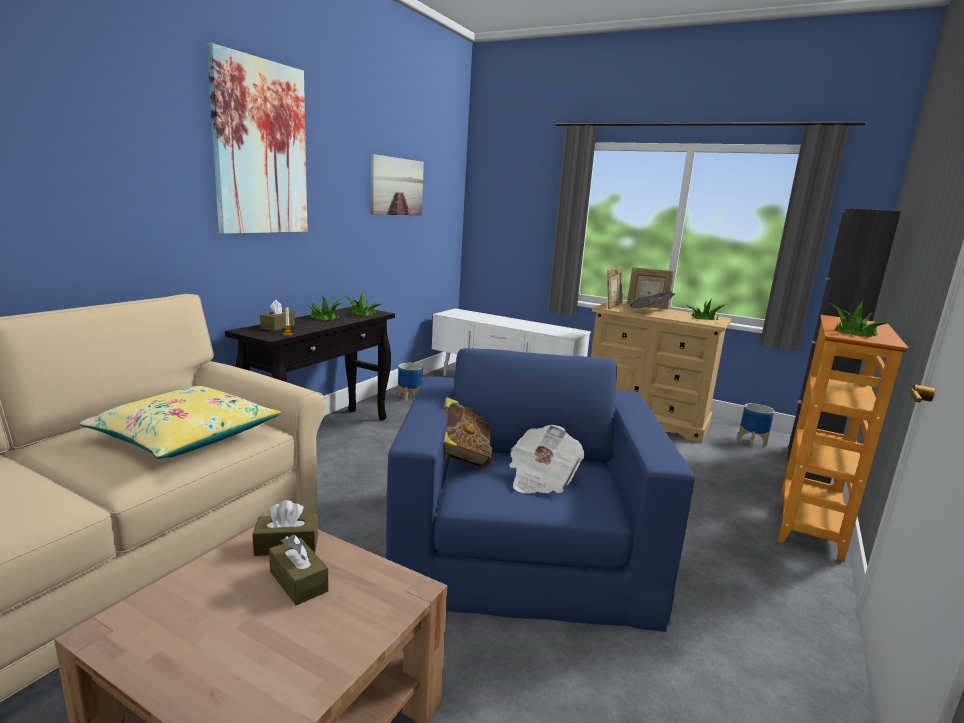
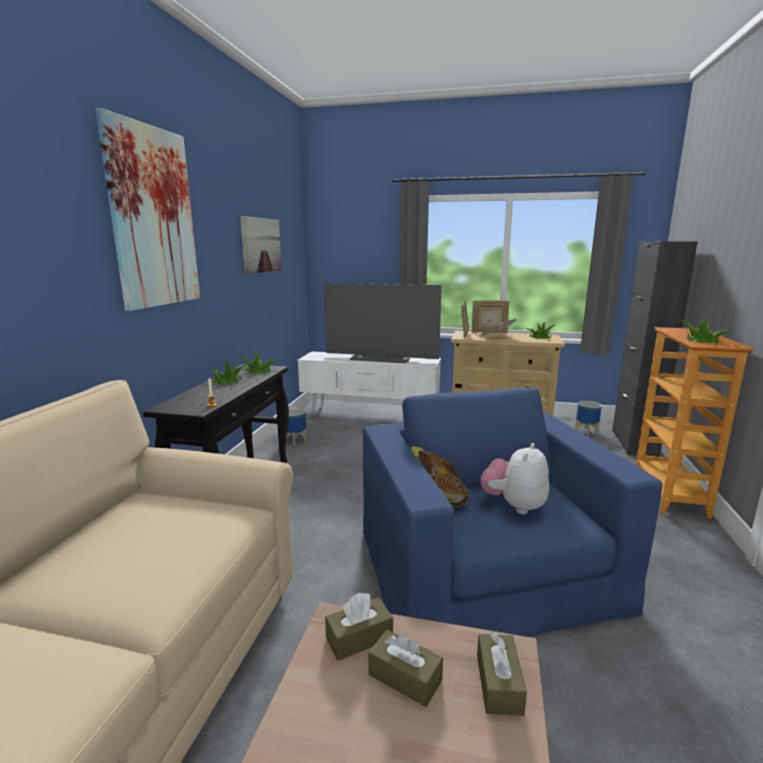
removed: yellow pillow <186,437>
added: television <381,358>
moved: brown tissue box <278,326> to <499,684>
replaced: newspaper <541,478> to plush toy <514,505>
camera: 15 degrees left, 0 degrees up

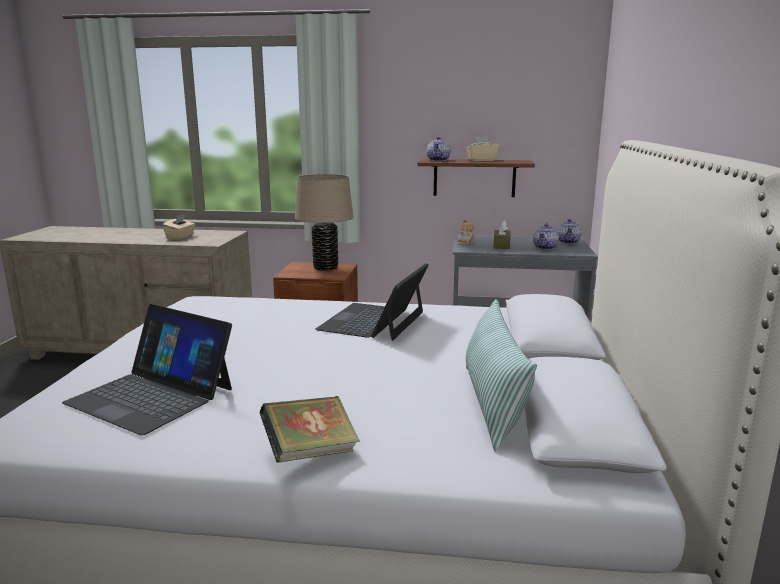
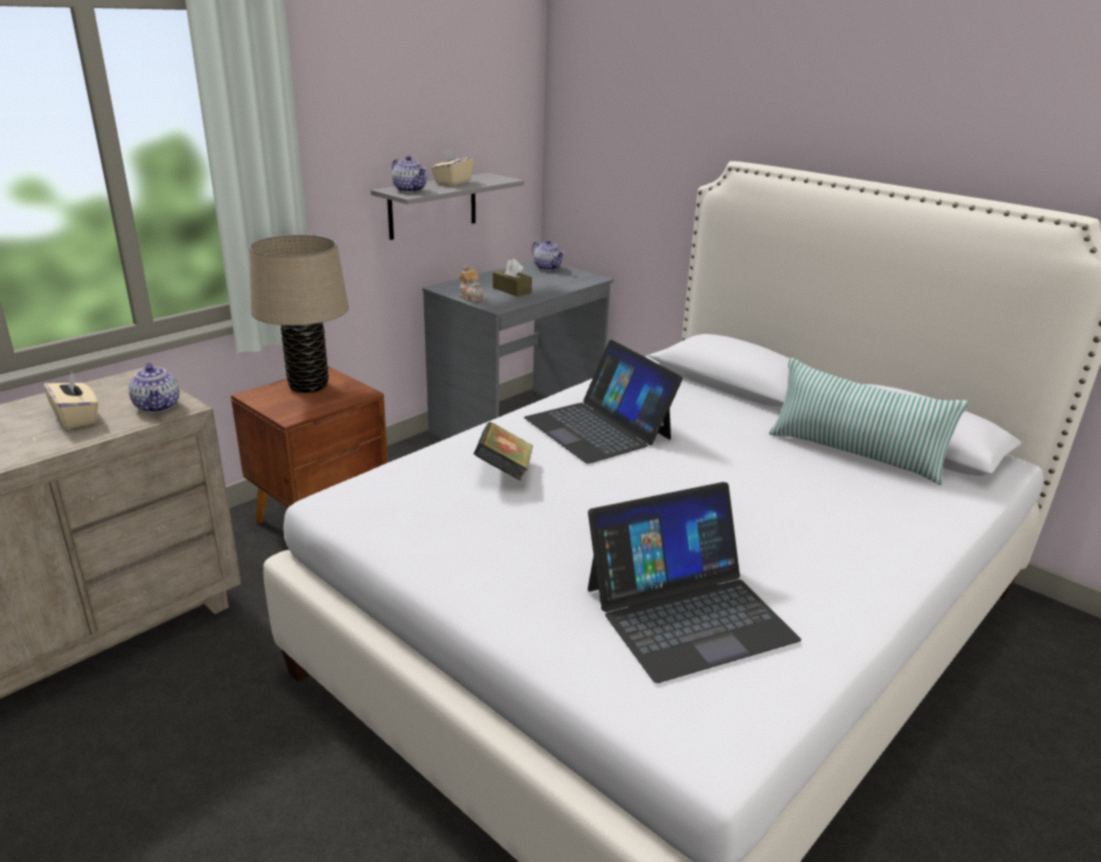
moved: teapot <545,248> to <158,406>; book <310,452> to <504,472>
recoloured: brown shelf <474,178> to grey shelf <433,206>
camera: 55 degrees left, 10 degrees up

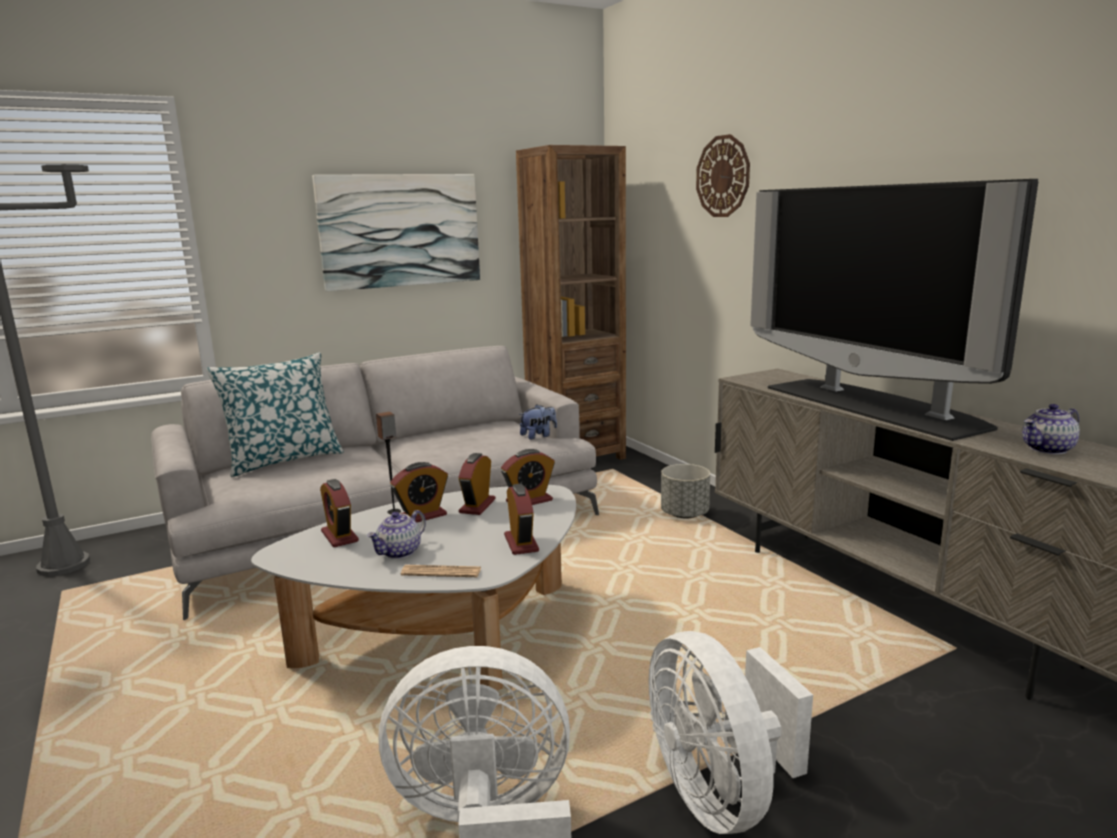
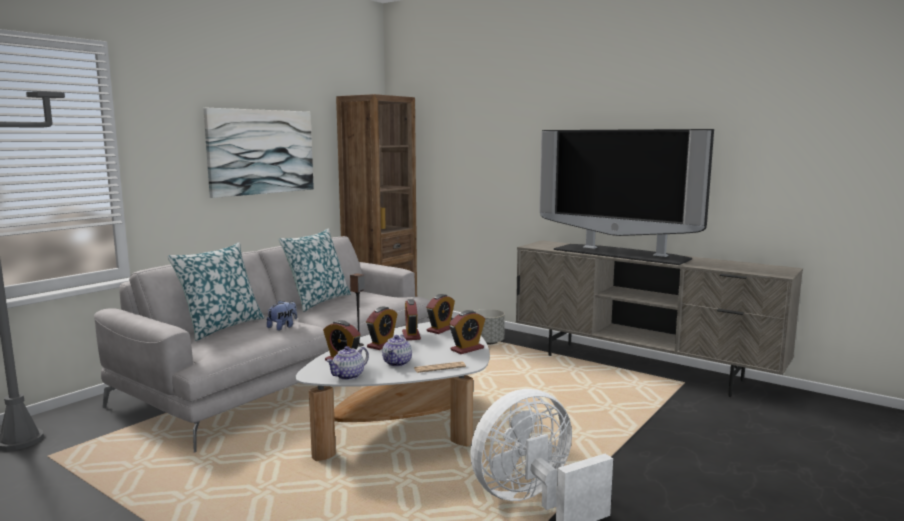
removed: wall clock <723,176>; white fan <719,794>
added: pillow <318,301>
moved: plush toy <538,436> to <283,327>; teapot <1048,449> to <348,376>
turned: alarm clock <521,543> = <467,349> 90 degrees clockwise
camera: 25 degrees left, 5 degrees down

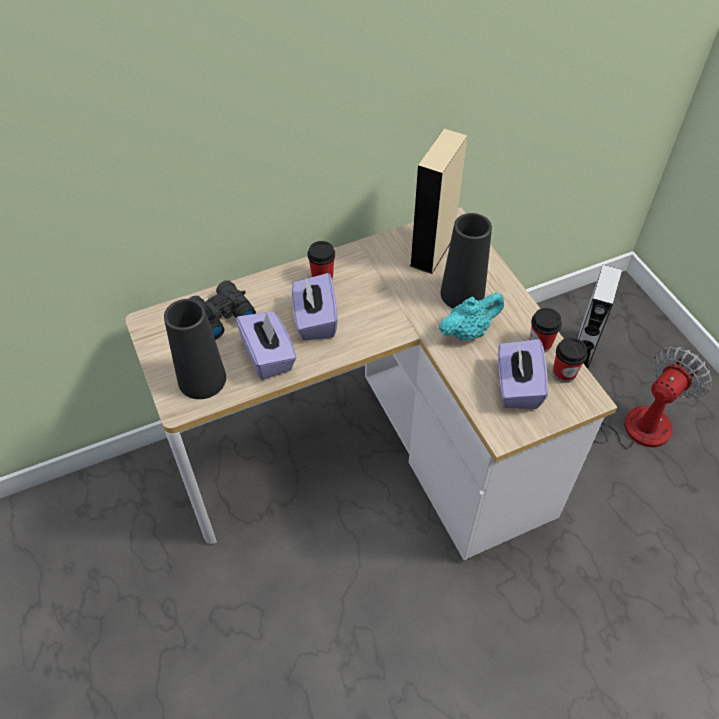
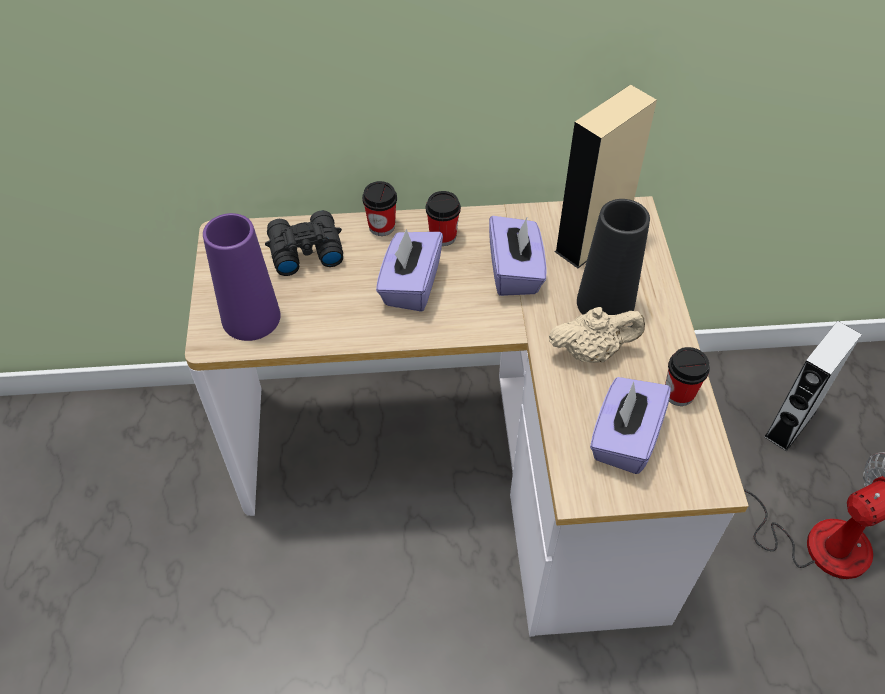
moved: purple tissue box <268,356> to <515,272>; cup <564,373> to <381,226>
recoloured: turquoise teapot <468,332> to beige teapot <591,351>; black vase <202,379> to purple vase <251,317>
camera: 20 degrees right, 0 degrees up

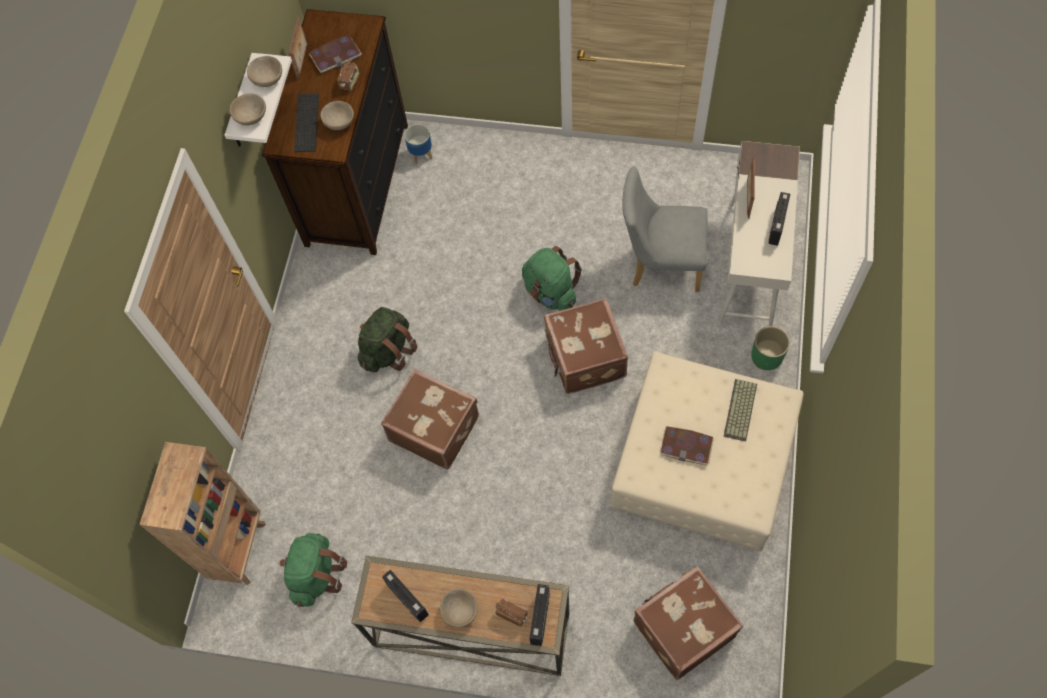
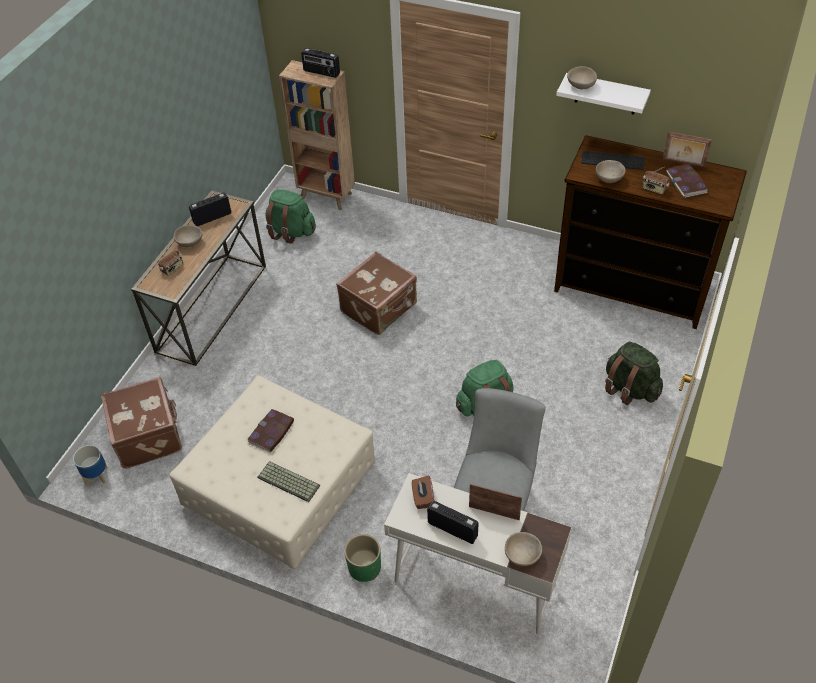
removed: brown suitcase <584,358>
added: brown tissue box <422,498>
moved: beige bowl <268,79> to <522,555>; planter <421,154> to <97,476>; green backpack <388,351> to <630,388>; radio <540,618> to <321,72>
camera: 100 degrees right, 15 degrees down

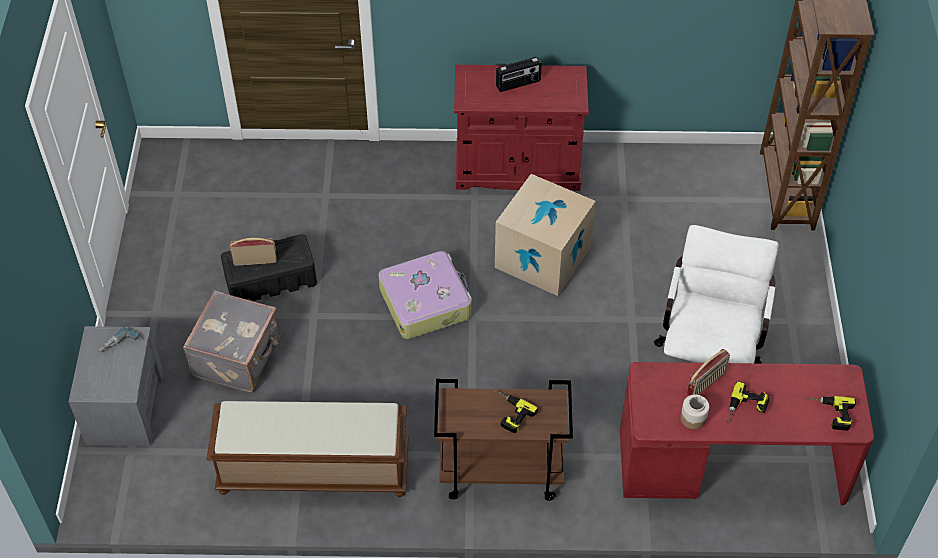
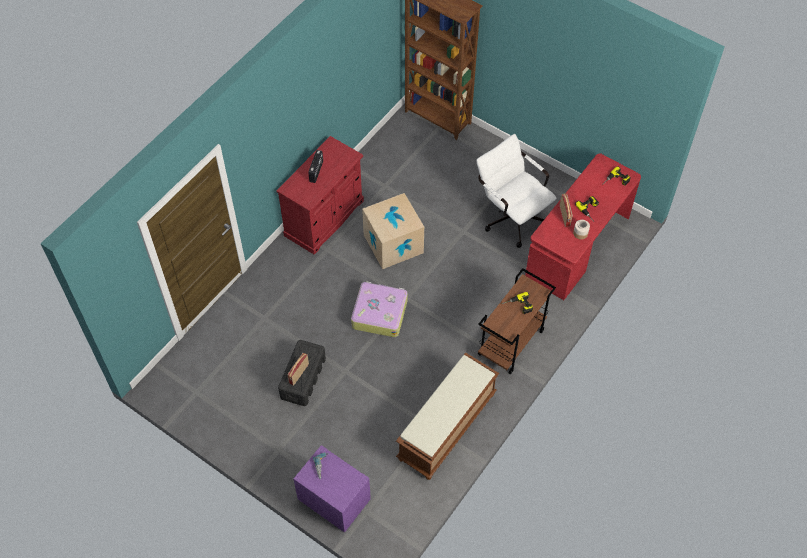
removed: grey suitcase <238,357>
recoloured: grey nightstand <125,407> to purple nightstand <333,498>
camera: 55 degrees left, 5 degrees up

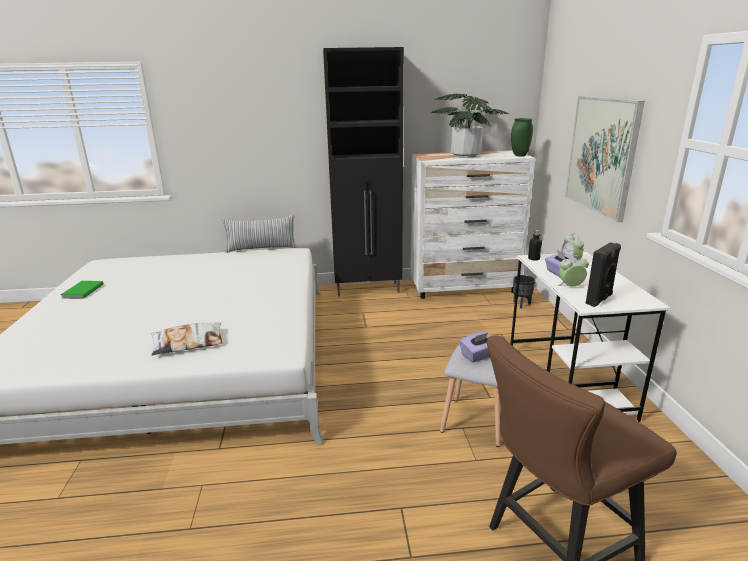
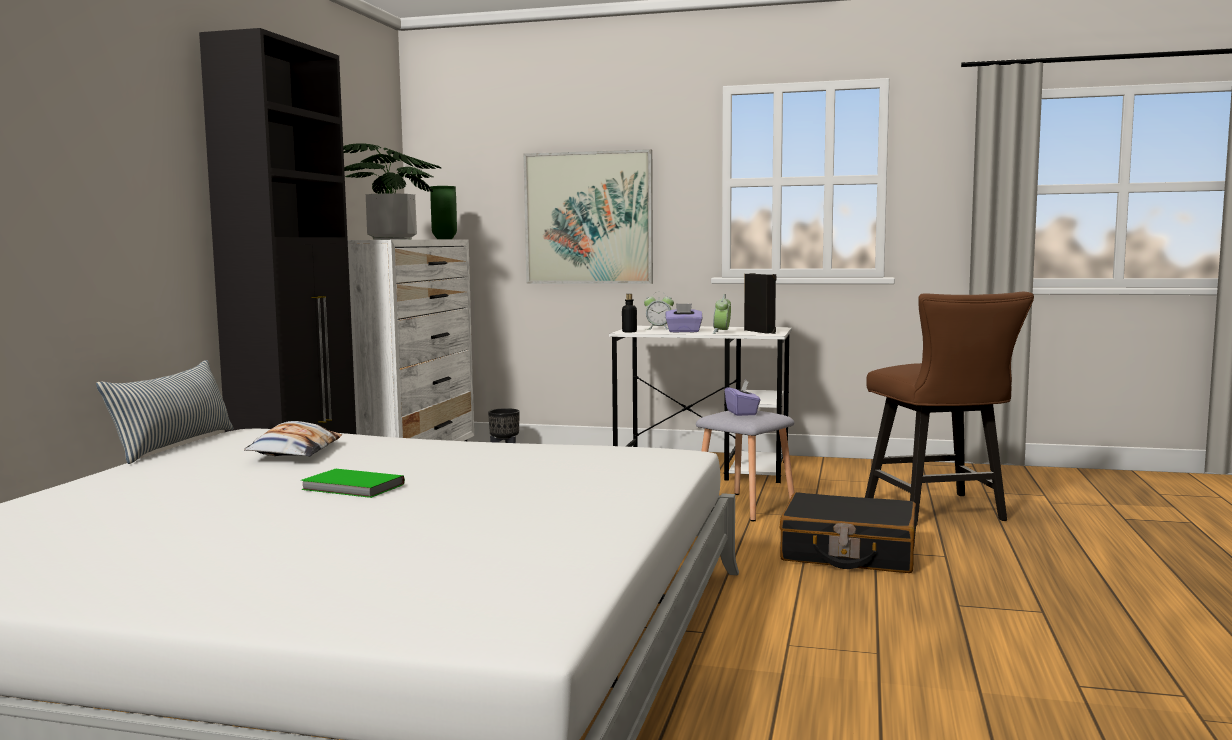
added: black suitcase <848,553>
moved: green book <82,291> to <352,487>; pillow <188,343> to <295,452>
camera: 70 degrees left, 15 degrees down

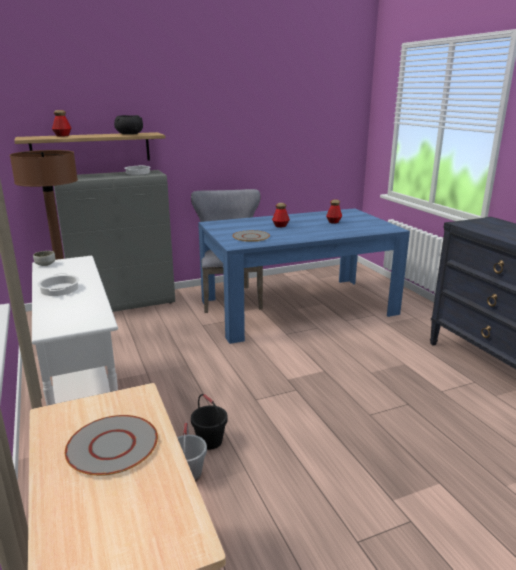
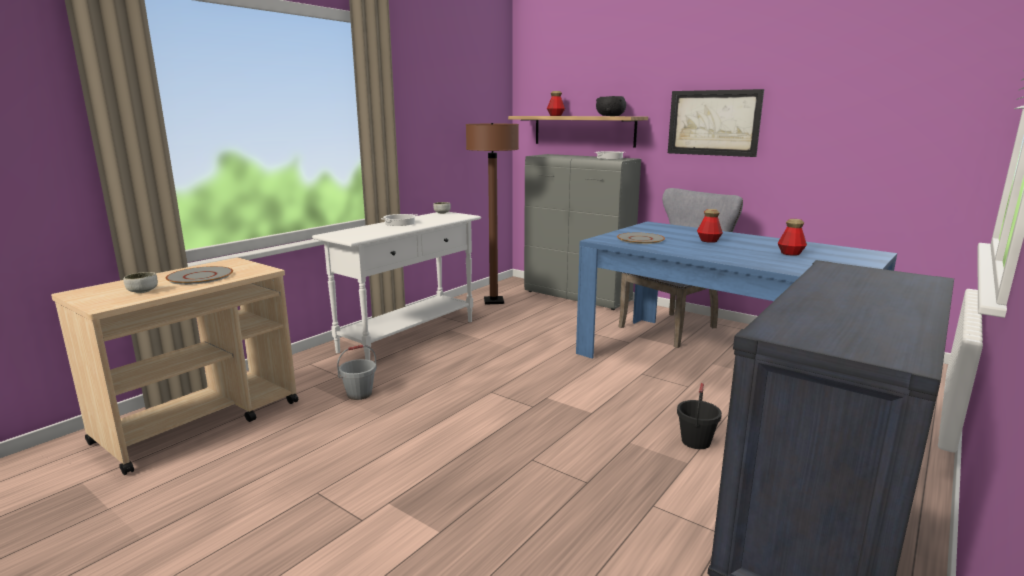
added: picture <713,123>; bowl <142,291>
moved: black bucket <210,441> to <696,442>
camera: 60 degrees right, 5 degrees down

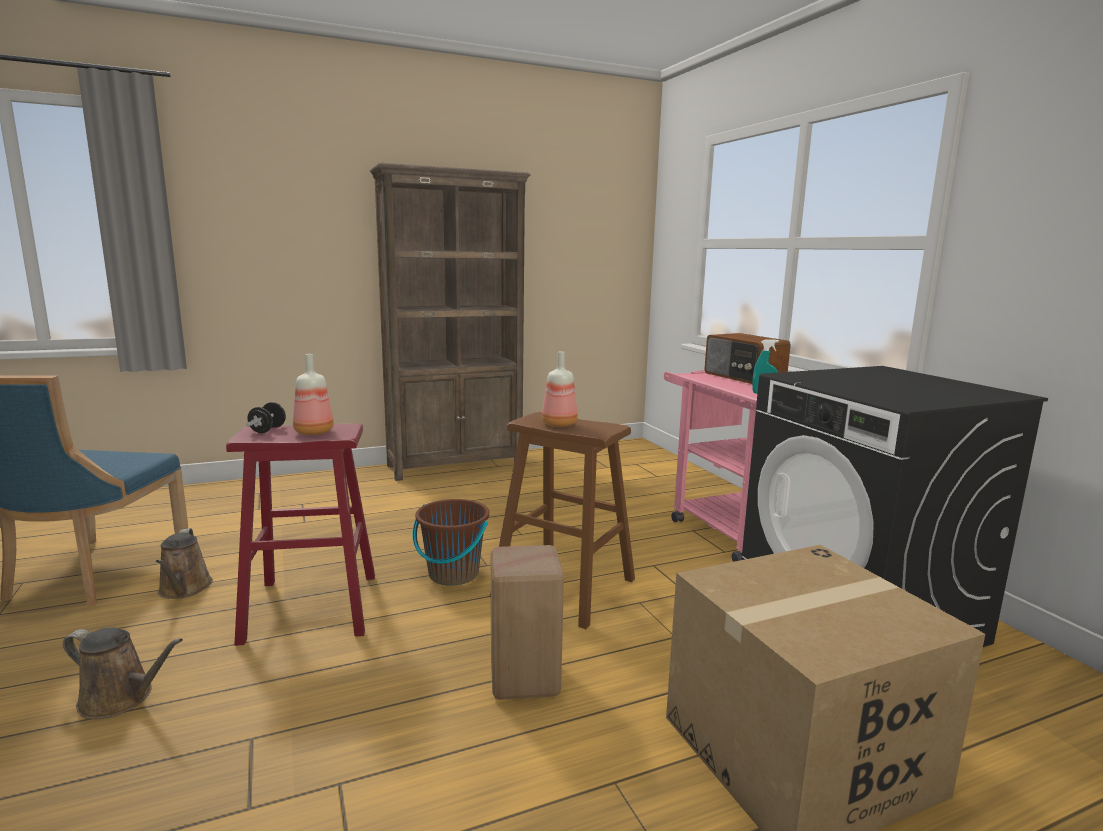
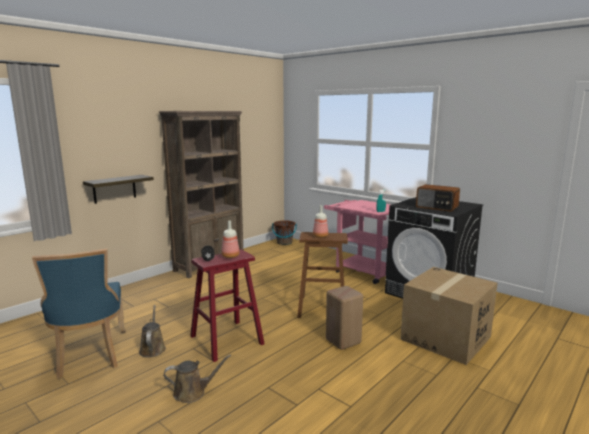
added: shelf <114,189>
moved: radio <743,377> to <437,207>; brown bucket <453,574> to <284,242>
turned: brown watering can <184,589> = <152,349> 150 degrees counterclockwise
camera: 25 degrees left, 0 degrees up

